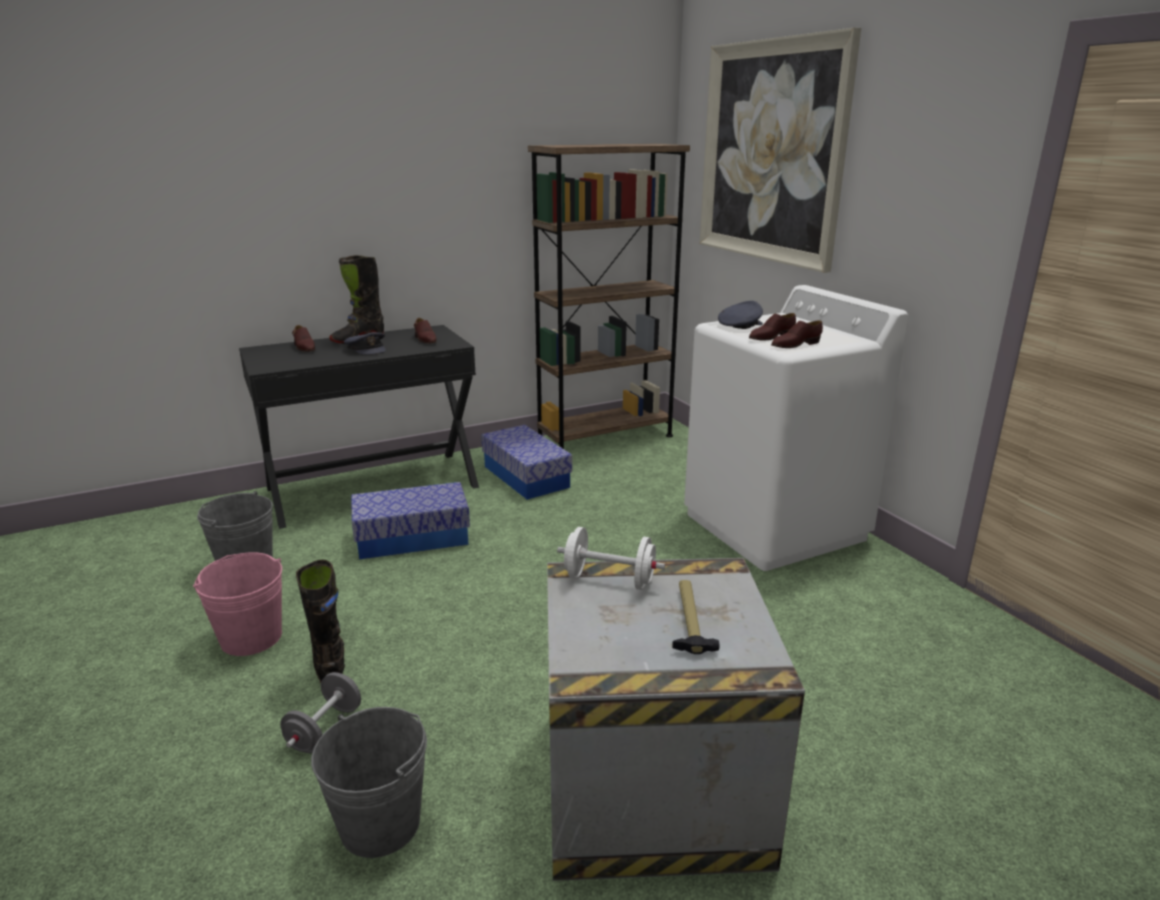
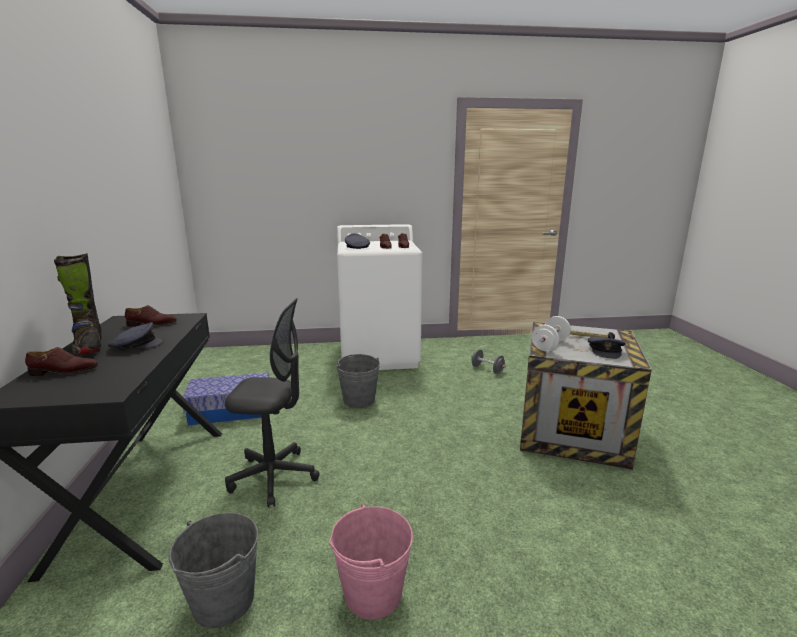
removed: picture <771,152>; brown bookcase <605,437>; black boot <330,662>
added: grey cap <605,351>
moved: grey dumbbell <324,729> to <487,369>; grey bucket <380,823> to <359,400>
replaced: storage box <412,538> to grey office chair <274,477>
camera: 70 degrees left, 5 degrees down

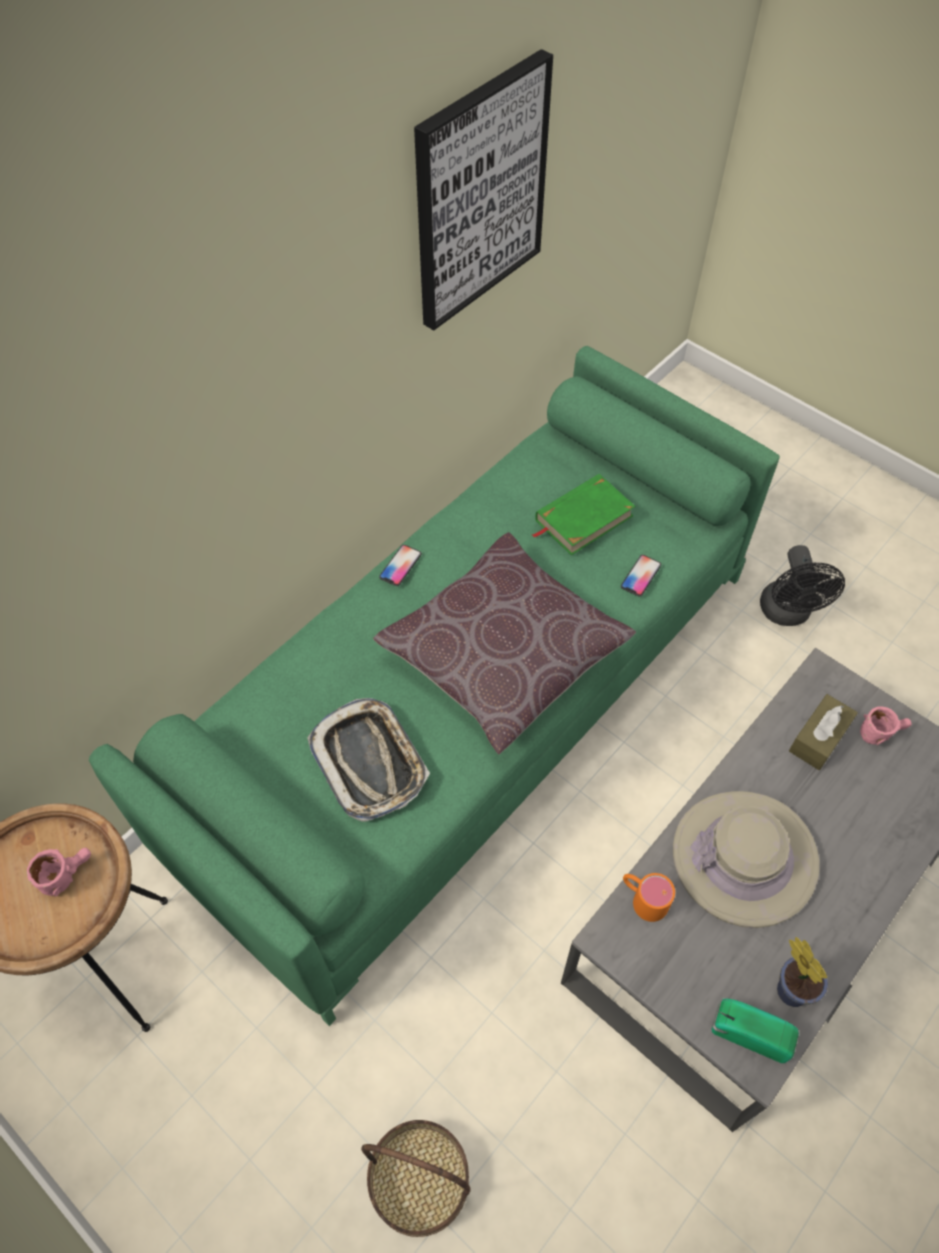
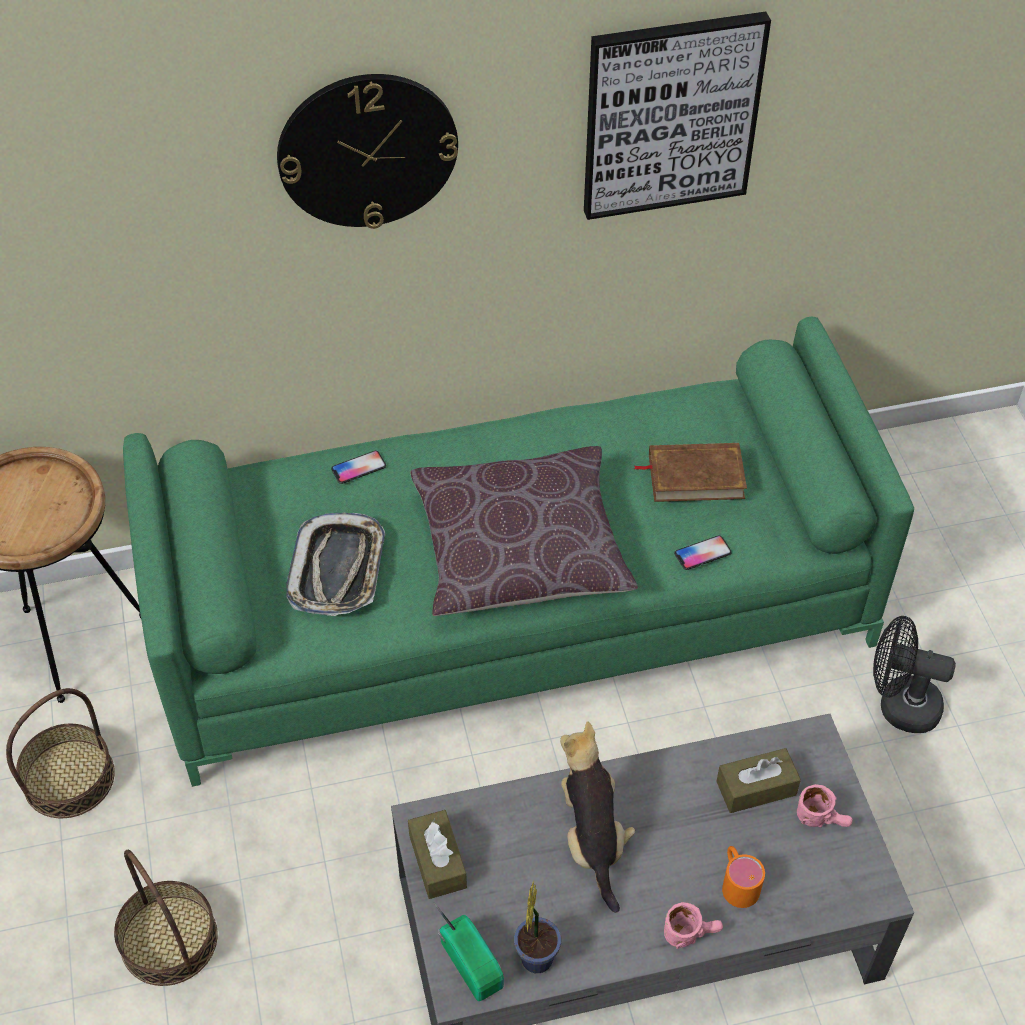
added: wall clock <367,150>; basket <69,778>; brown tissue box <437,861>
moved: phone <400,566> to <358,468>; pink mug <67,873> to <691,932>; orange mug <643,898> to <737,882>
replaced: beige hat <744,858> to plush toy <592,837>
recoloured: green book <583,518> to brown book <695,476>
turned: black fan <787,614> = <899,705> 75 degrees clockwise
camera: 35 degrees right, 5 degrees down

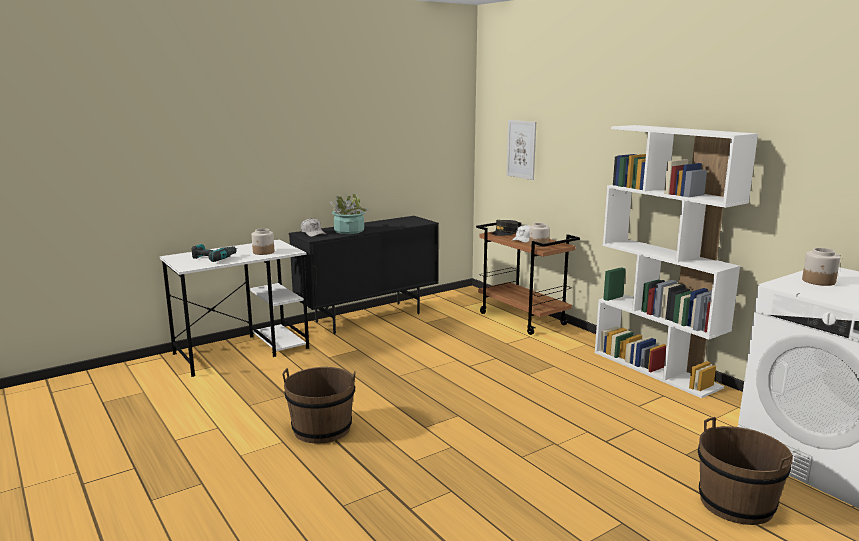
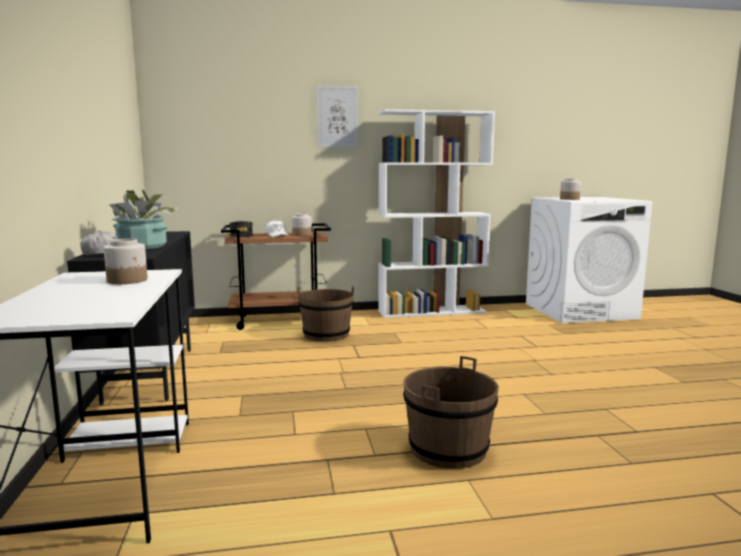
removed: power drill <214,258>
moved: picture <521,149> to <337,117>; brown bucket <736,503> to <326,335>
camera: 65 degrees left, 5 degrees down

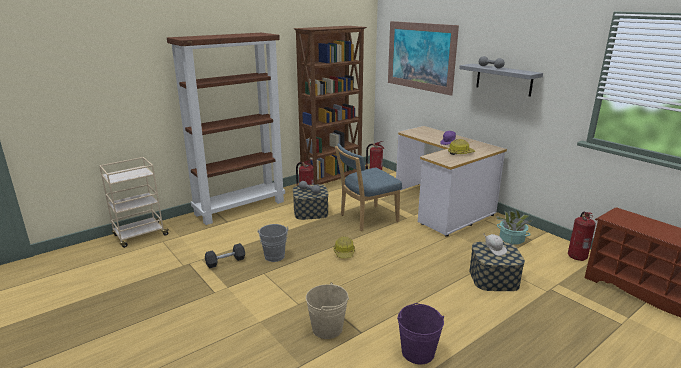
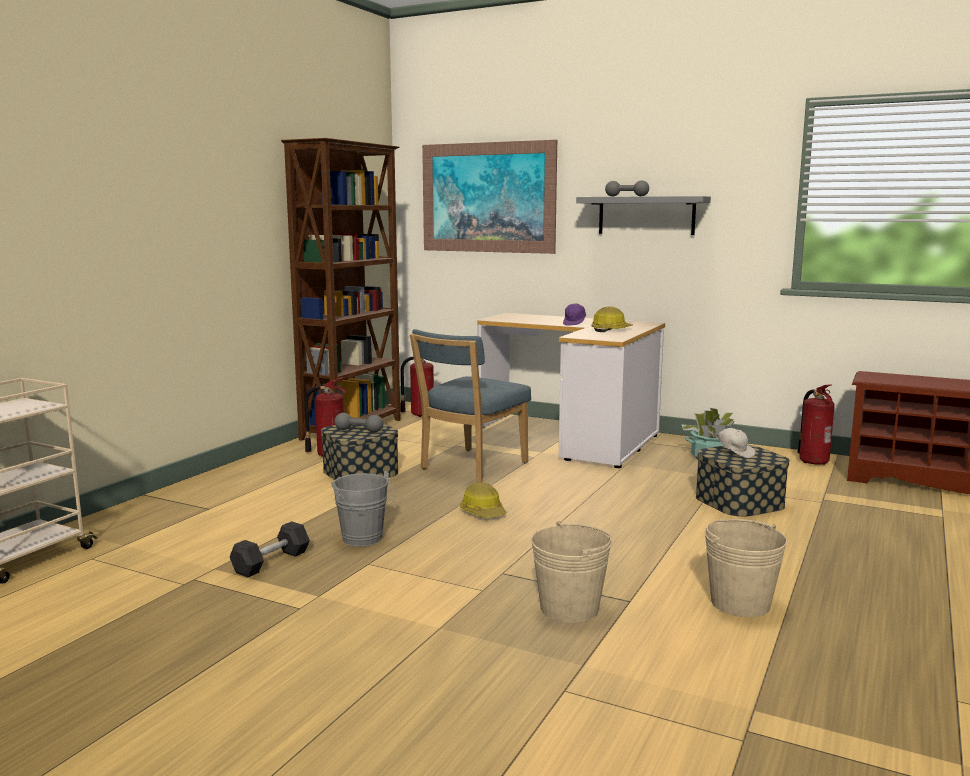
removed: brown bookcase <240,207>
recoloured: purple bucket <418,352> to beige bucket <740,603>
camera: 25 degrees left, 10 degrees down

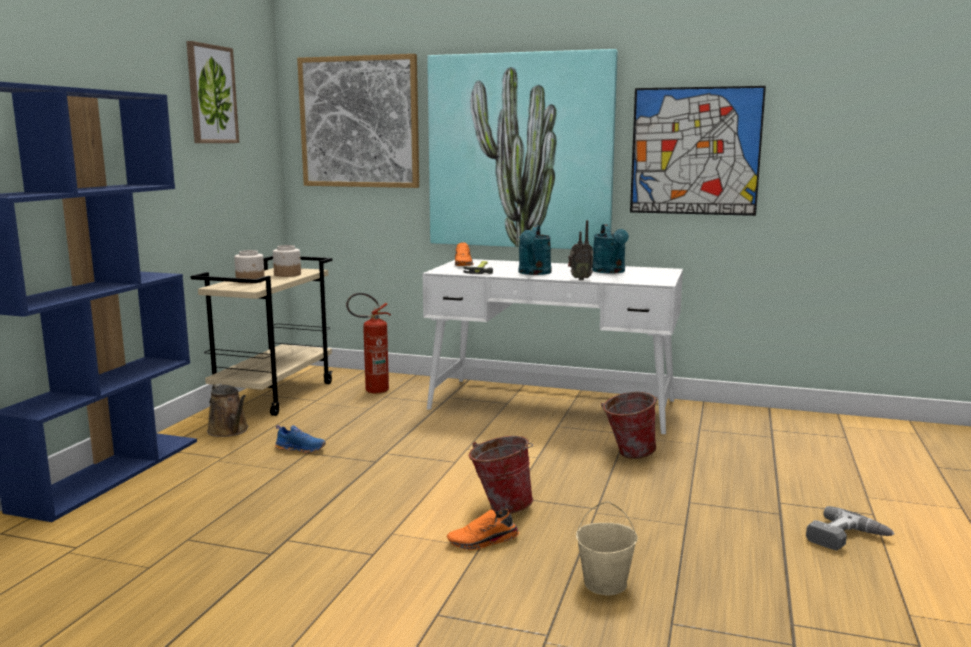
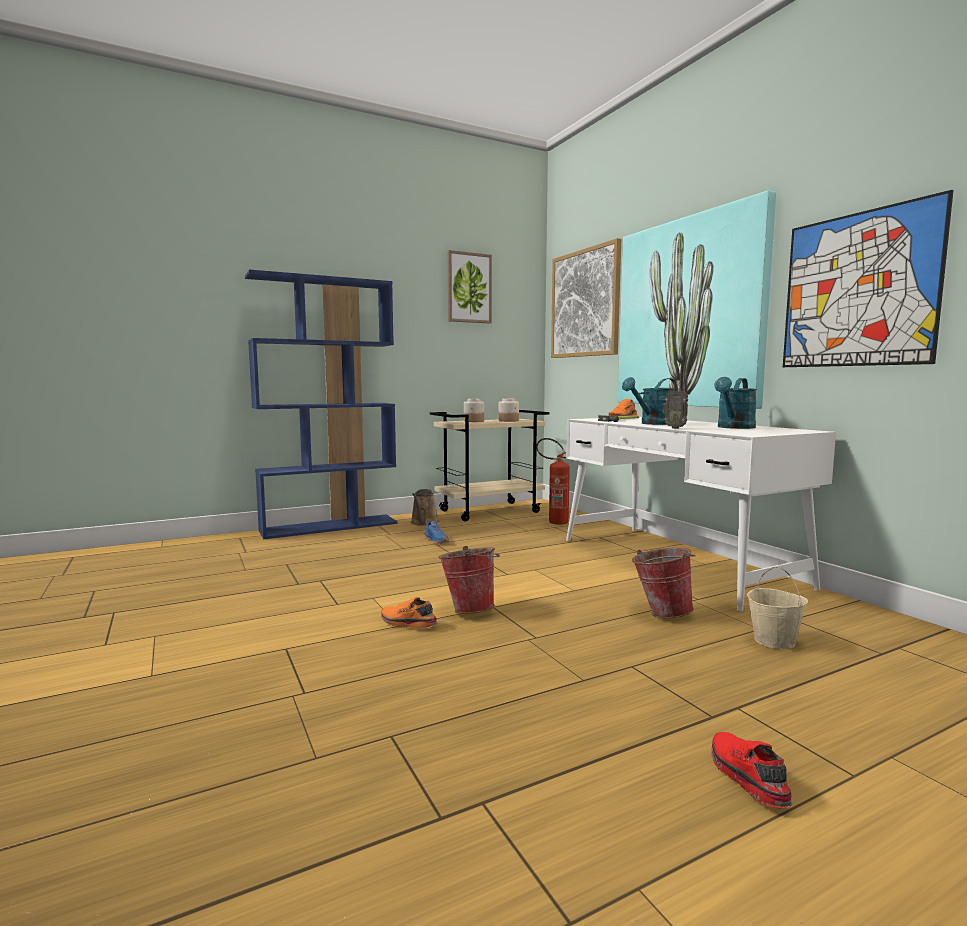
moved: beige bucket <605,583> to <774,641>
replaced: power drill <847,539> to red shoe <745,777>
camera: 45 degrees right, 5 degrees down

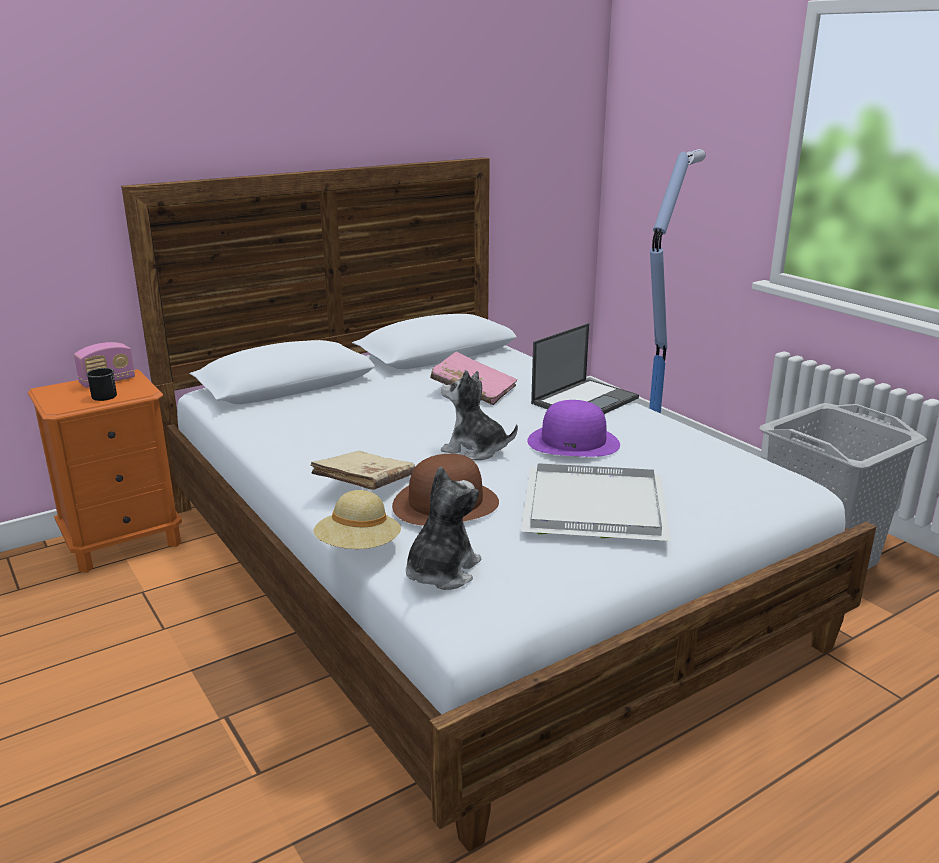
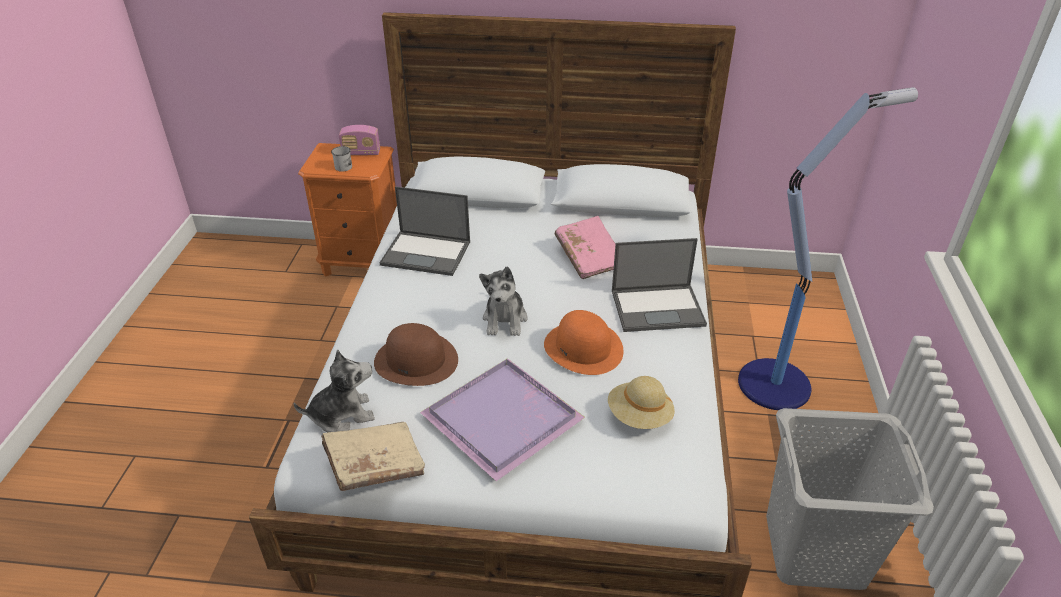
added: laptop <427,253>
moved: beige book <365,485> to <375,465>; beige hat <358,548> to <639,416>
recoloured: black mug <104,395> to white mug <345,166>; purple hat <573,442> to orange hat <583,348>; white tray <597,506> to purple tray <505,418>
turned: plush toy <475,450> = <505,319> 150 degrees counterclockwise
camera: 40 degrees right, 15 degrees up

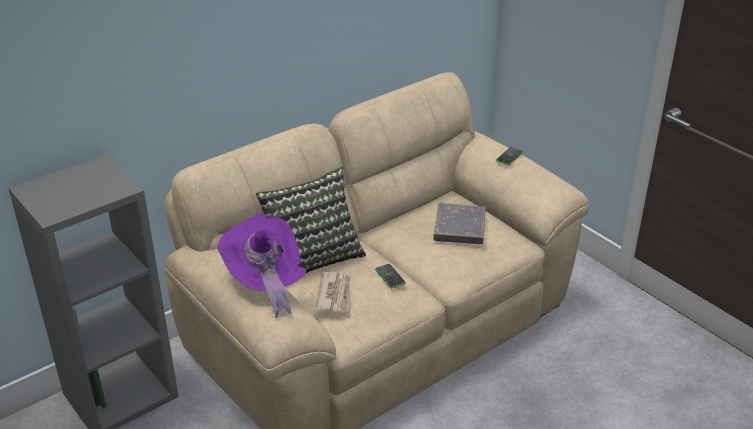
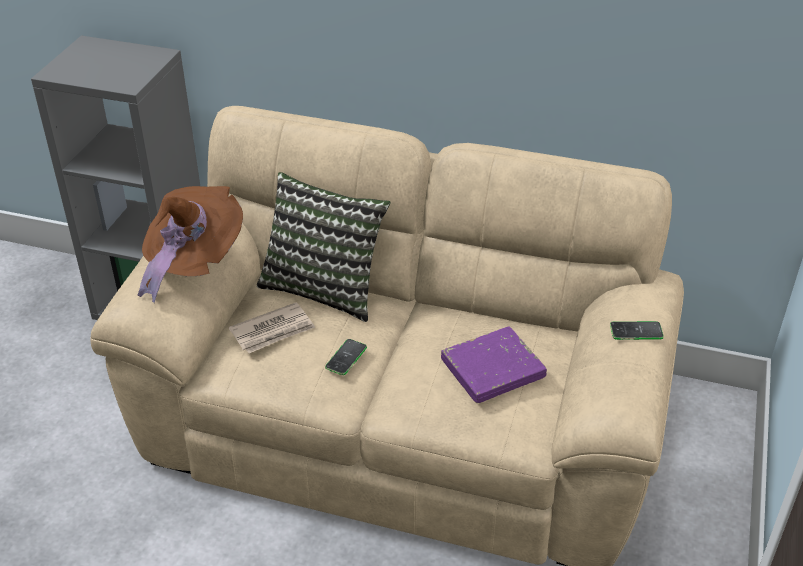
recoloured: grey book <459,227> to purple book <493,369>; purple hat <265,282> to brown hat <192,262>
camera: 55 degrees right, 5 degrees up

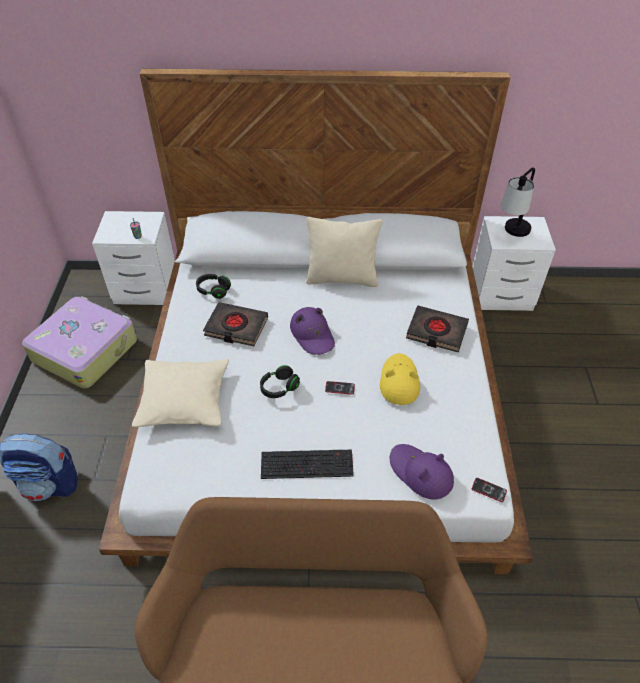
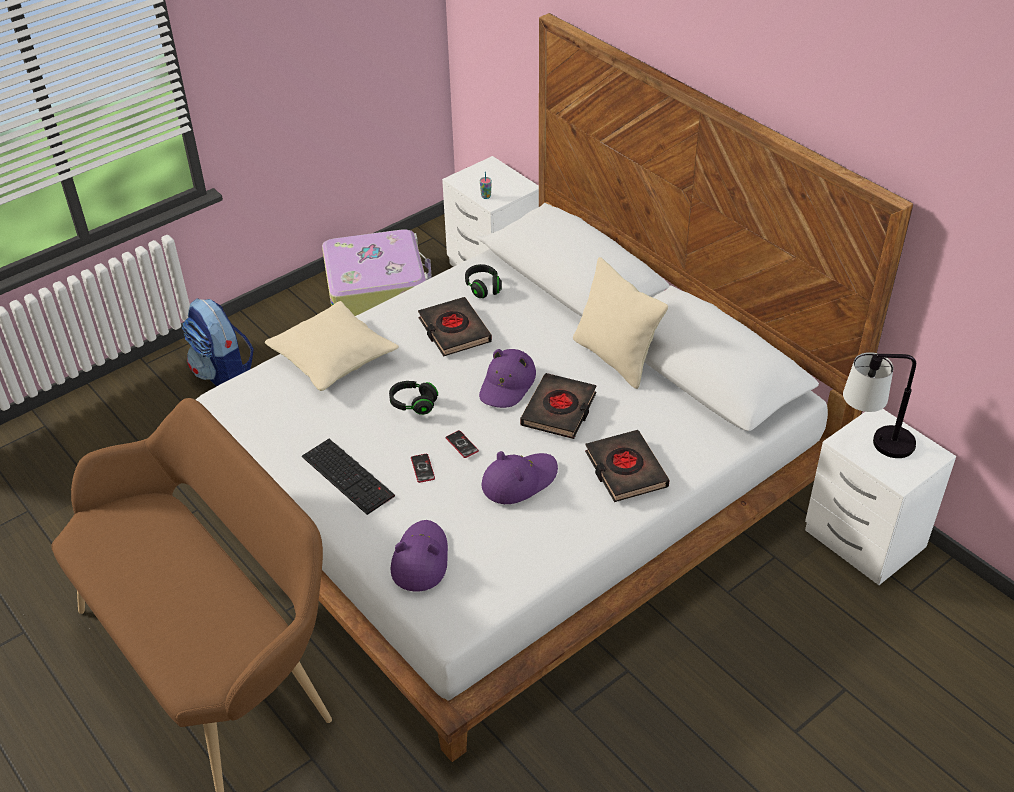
added: black book <559,410>
moved: phone <489,490> to <422,468>
recoloured: yellow hat <399,381> to purple hat <519,480>
camera: 50 degrees right, 5 degrees down

